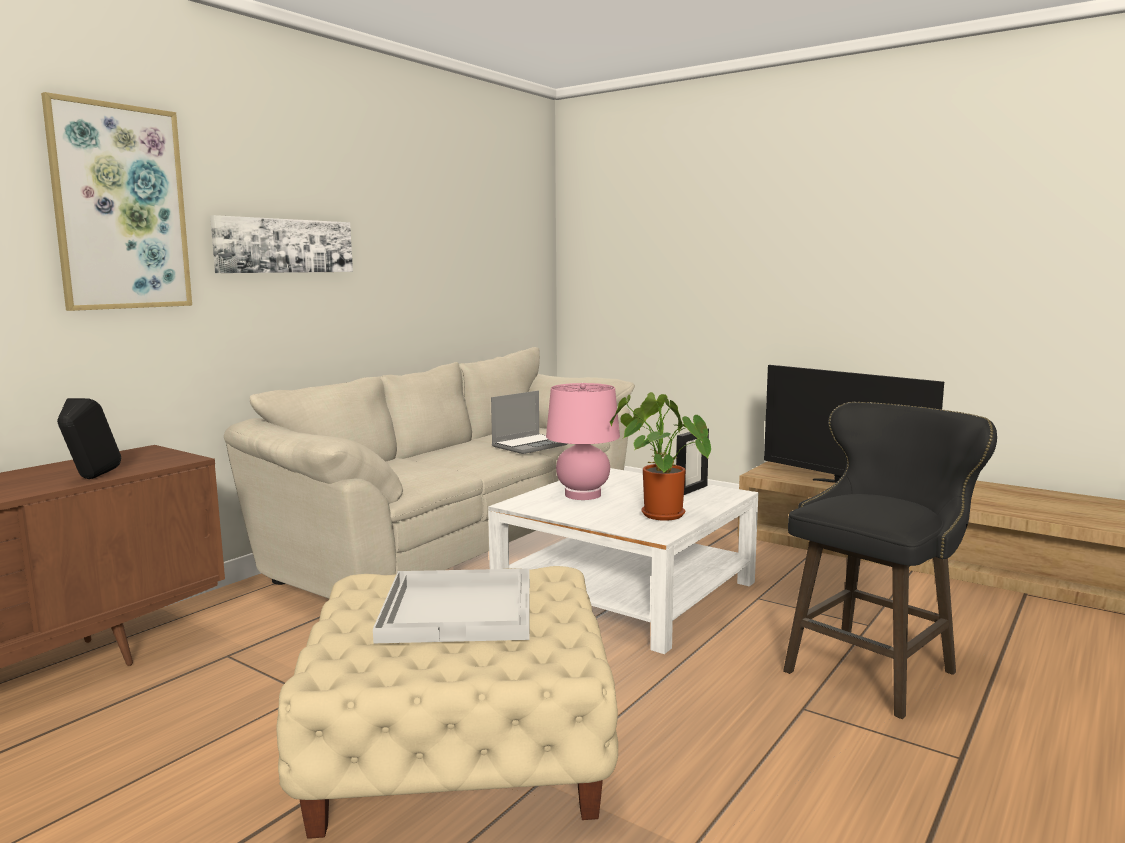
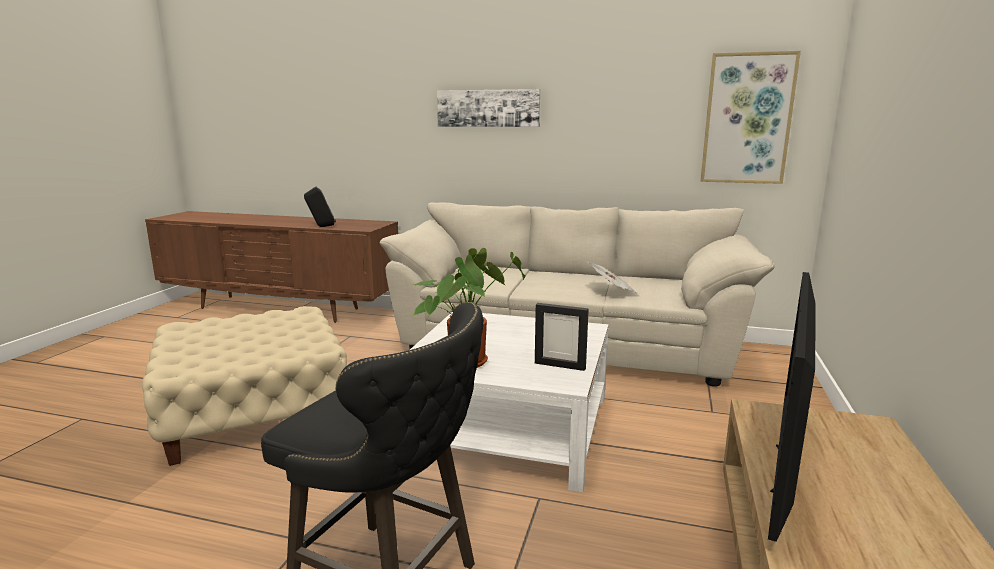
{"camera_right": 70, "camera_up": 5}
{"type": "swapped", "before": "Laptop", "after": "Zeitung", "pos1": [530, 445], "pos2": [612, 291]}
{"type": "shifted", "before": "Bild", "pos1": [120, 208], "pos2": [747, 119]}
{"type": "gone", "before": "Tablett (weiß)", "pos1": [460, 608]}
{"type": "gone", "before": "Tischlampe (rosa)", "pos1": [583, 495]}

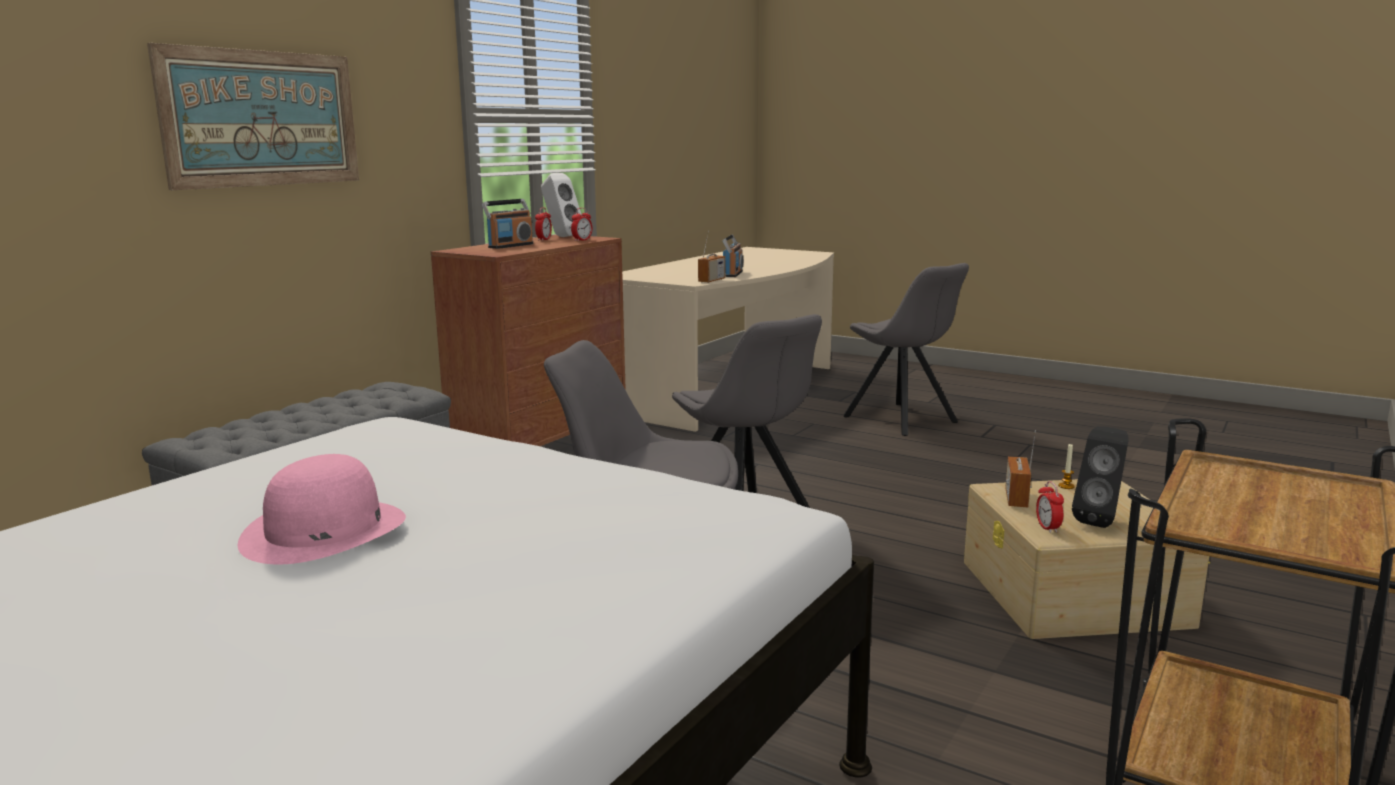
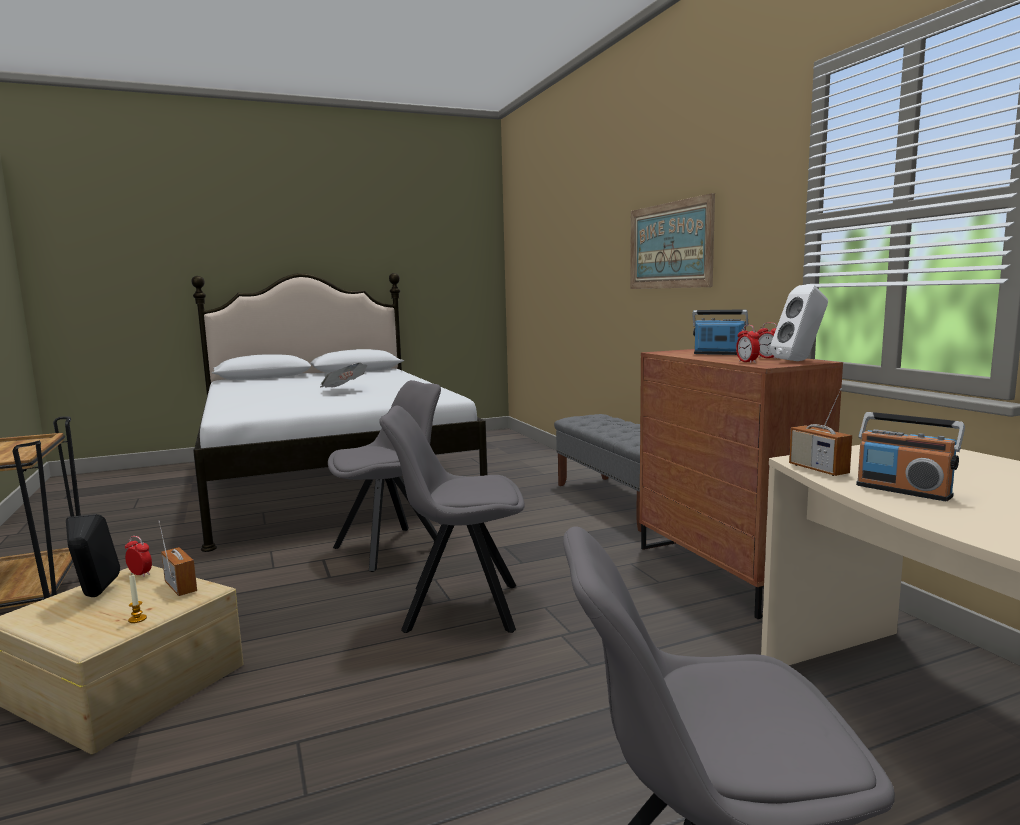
{"camera_right": 125, "camera_up": -5}
{"type": "swapped", "before": "Hut (rosa)", "after": "Zeitung", "pos1": [324, 531], "pos2": [344, 389]}
{"type": "rotated", "before": "Radio", "pos1": [510, 246], "pos2": [719, 354], "turn": 135}

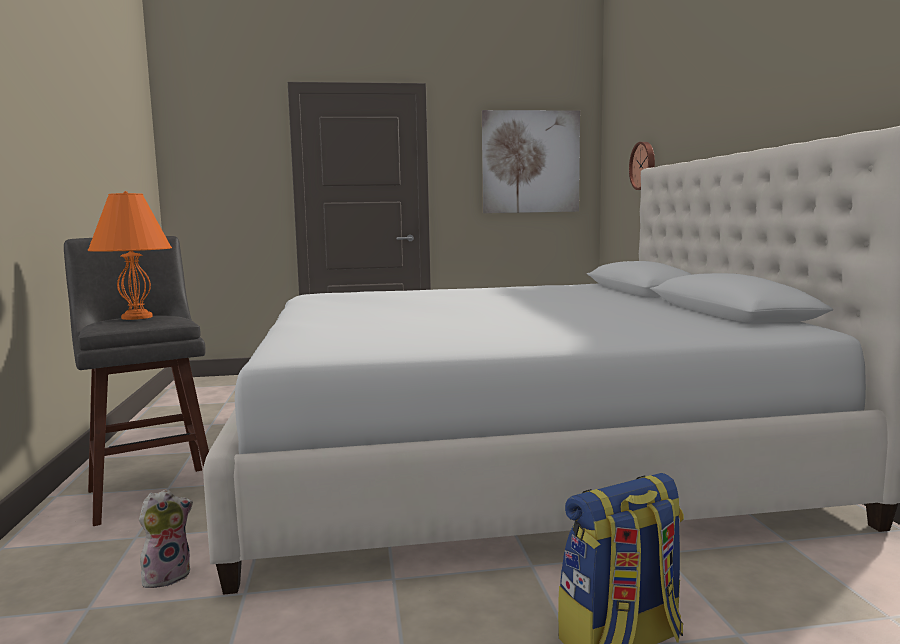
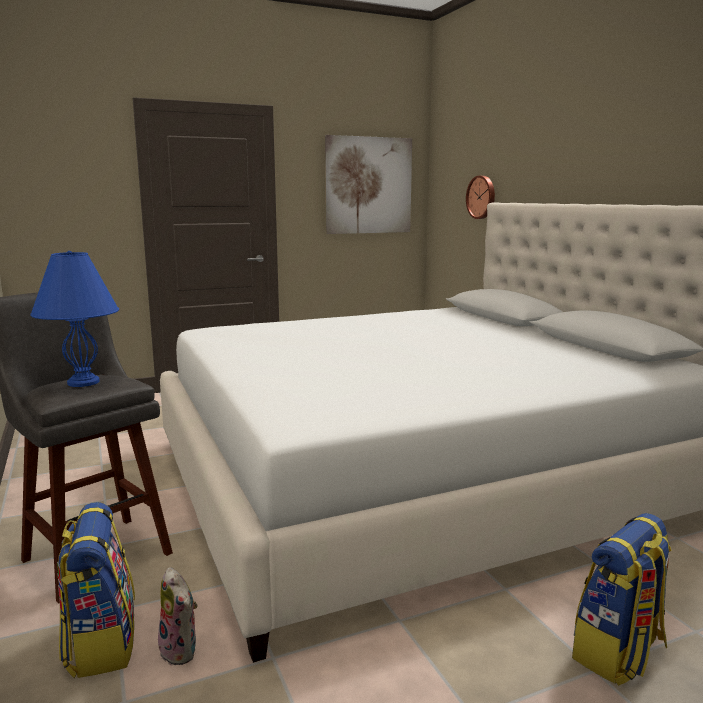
{"camera_right": -15, "camera_up": 5}
{"type": "repainted", "before": "Tischlampe (orange)", "after": "Tischlampe (blau)", "pos1": [137, 317], "pos2": [83, 382]}
{"type": "new", "after": "Rucksack", "pos2": [101, 643]}
{"type": "rotated", "before": "Plüschtier", "pos1": [167, 576], "pos2": [182, 650], "turn": 105}

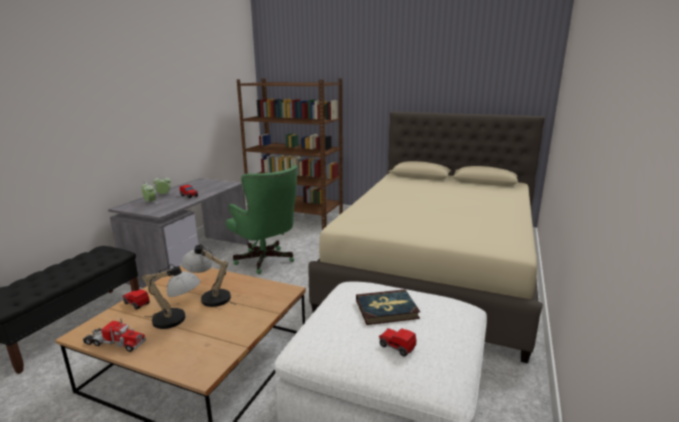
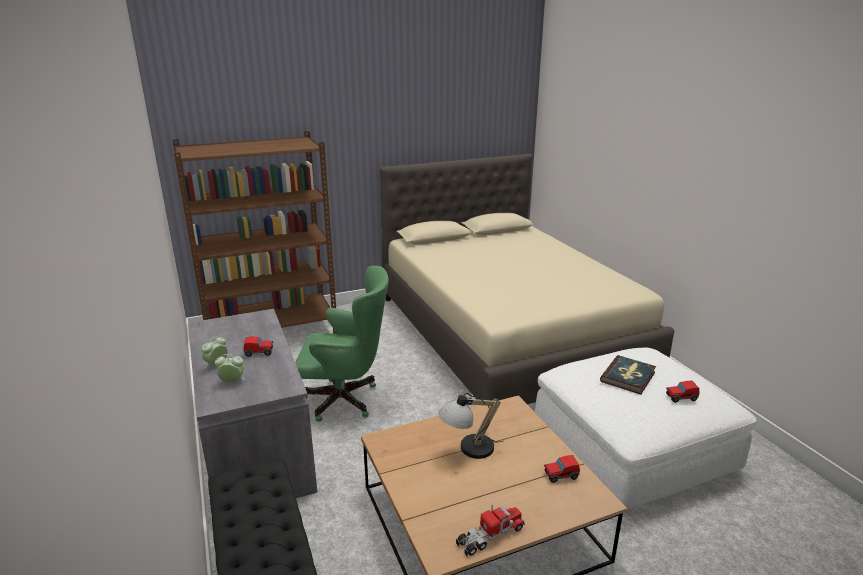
{"camera_right": -45, "camera_up": 5}
{"type": "shifted", "before": "Spielzeugauto", "pos1": [136, 303], "pos2": [560, 475]}
{"type": "gone", "before": "Tischlampe", "pos1": [177, 320]}

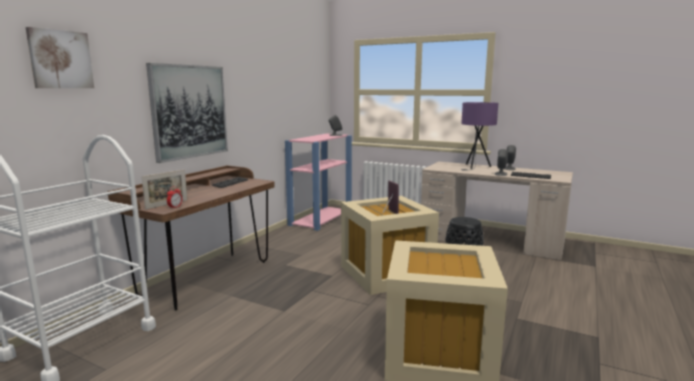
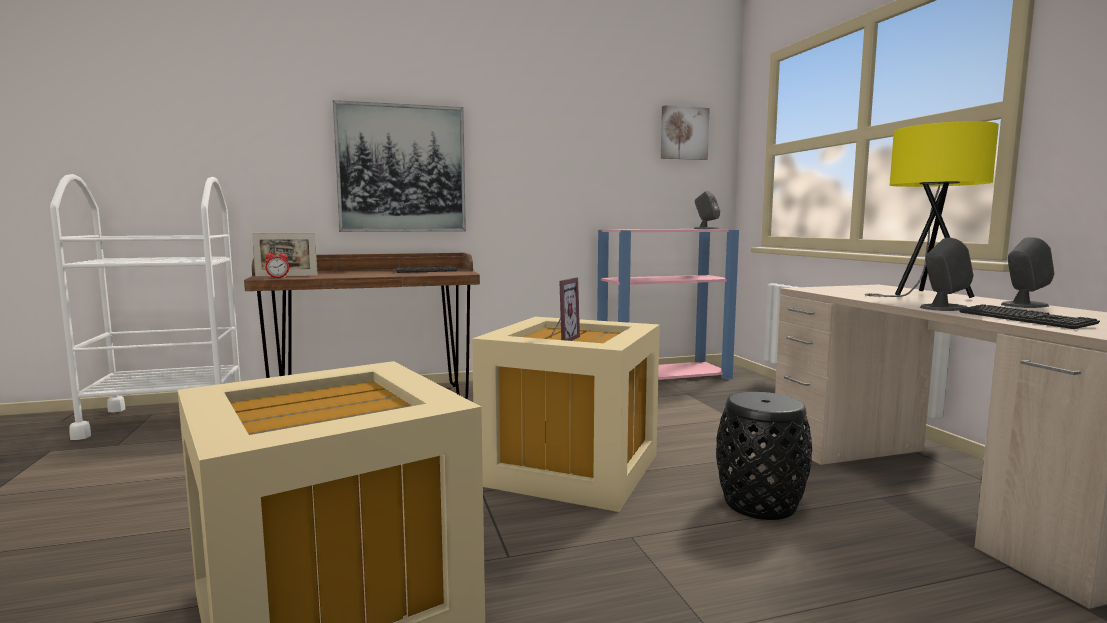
{"camera_right": 45, "camera_up": -5}
{"type": "shifted", "before": "Bild", "pos1": [60, 59], "pos2": [684, 133]}
{"type": "repainted", "before": "Tischlampe (lila)", "after": "Tischlampe (gelb)", "pos1": [475, 167], "pos2": [924, 296]}

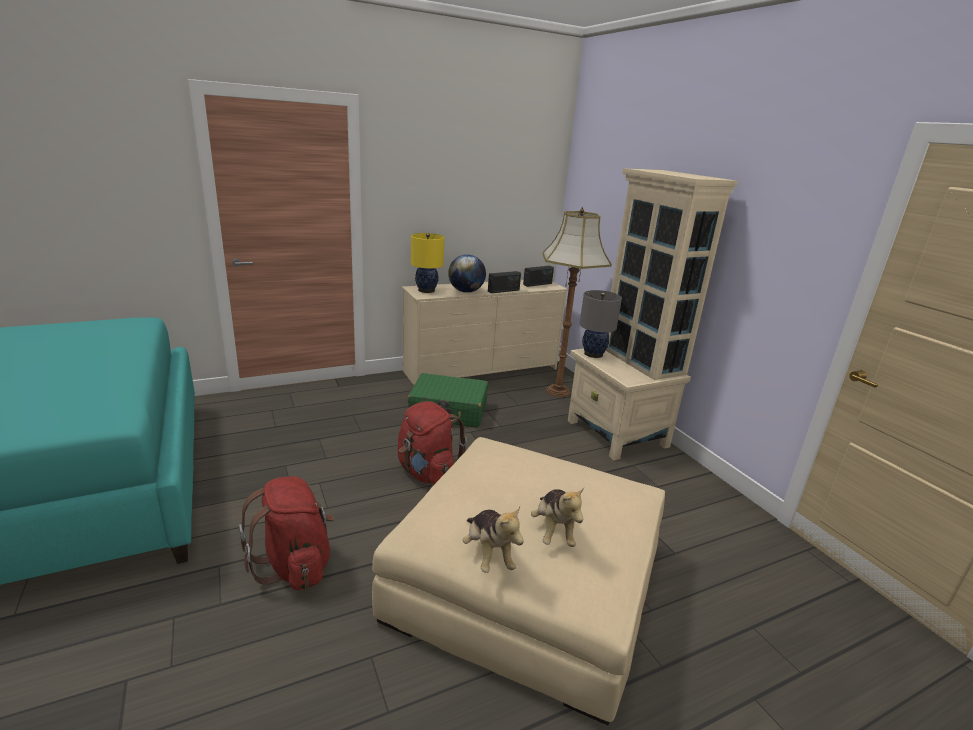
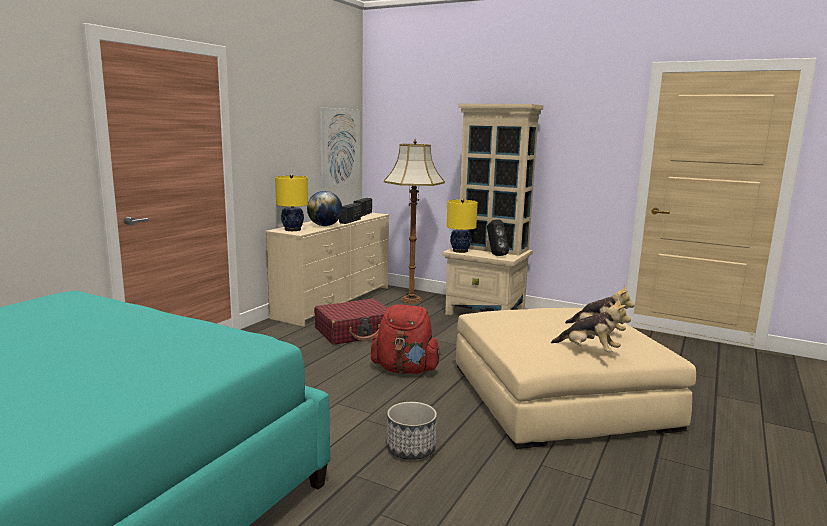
{"camera_right": -35, "camera_up": -10}
{"type": "repainted", "before": "Koffer (grün)", "after": "Koffer (rot)", "pos1": [449, 411], "pos2": [355, 332]}
{"type": "new", "after": "Bild", "pos2": [340, 147]}
{"type": "swapped", "before": "Rucksack (rot)", "after": "Pflanzkübel", "pos1": [295, 564], "pos2": [410, 449]}
{"type": "repainted", "before": "Tischlampe (grau)", "after": "Tischlampe (gelb)", "pos1": [593, 354], "pos2": [460, 251]}
{"type": "new", "after": "Lautsprecher (schwarz)", "pos2": [495, 255]}

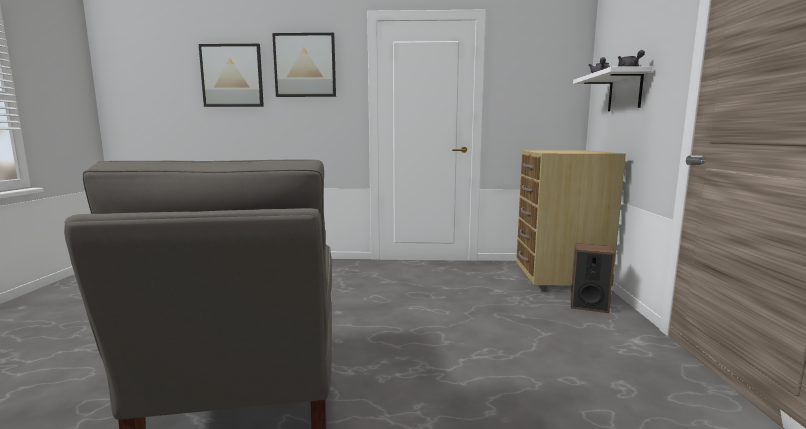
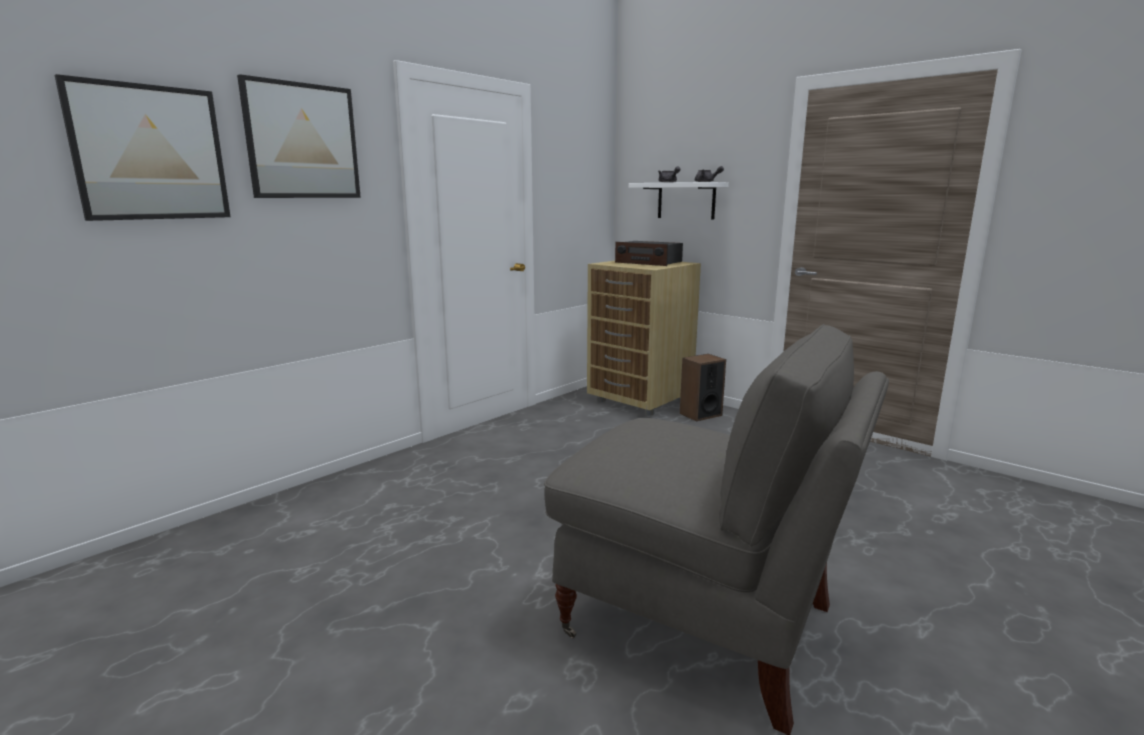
{"camera_right": -50, "camera_up": 5}
{"type": "new", "after": "Radio", "pos2": [648, 262]}

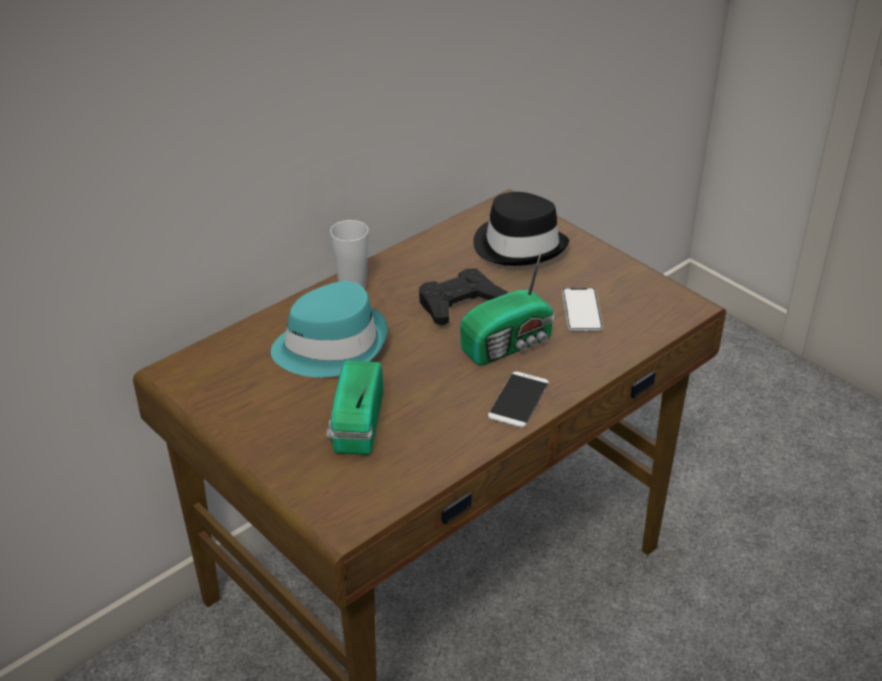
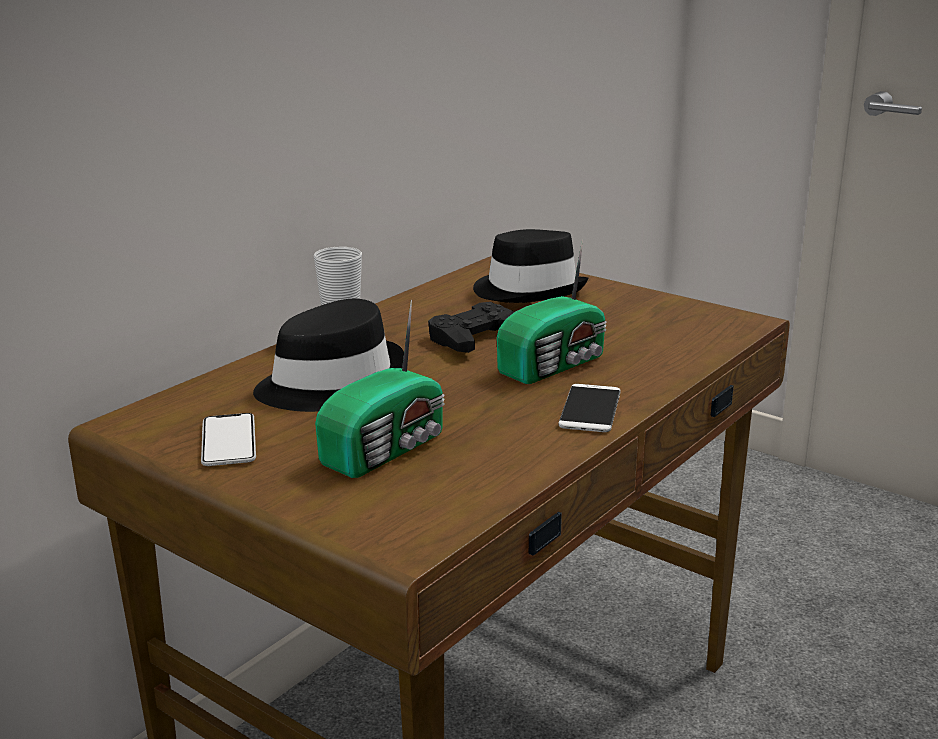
{"camera_right": -10, "camera_up": -15}
{"type": "shifted", "before": "Handy", "pos1": [581, 311], "pos2": [228, 441]}
{"type": "repainted", "before": "Hut (türkis)", "after": "Hut (schwarz)", "pos1": [331, 345], "pos2": [331, 383]}
{"type": "rotated", "before": "Radio", "pos1": [355, 425], "pos2": [388, 449], "turn": -135}

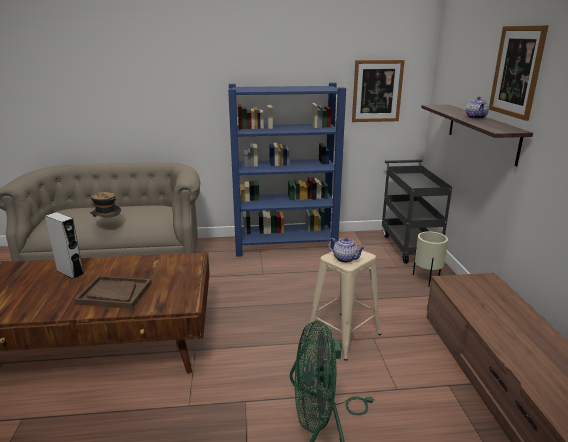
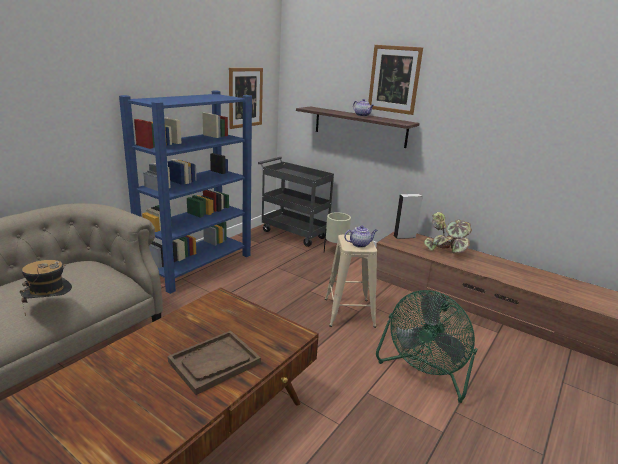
{"camera_right": -50, "camera_up": 0}
{"type": "shifted", "before": "Lautsprecher (grau)", "pos1": [70, 272], "pos2": [404, 236]}
{"type": "new", "after": "Topfpflanze", "pos2": [446, 250]}

